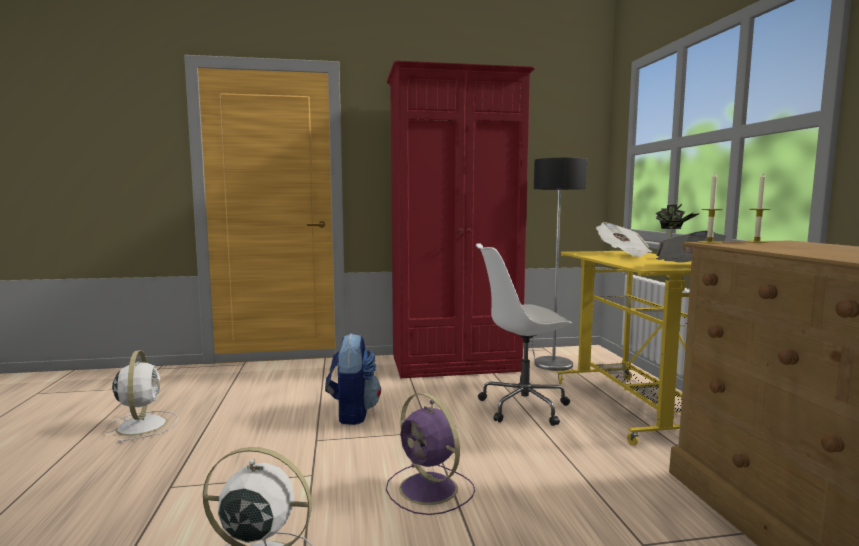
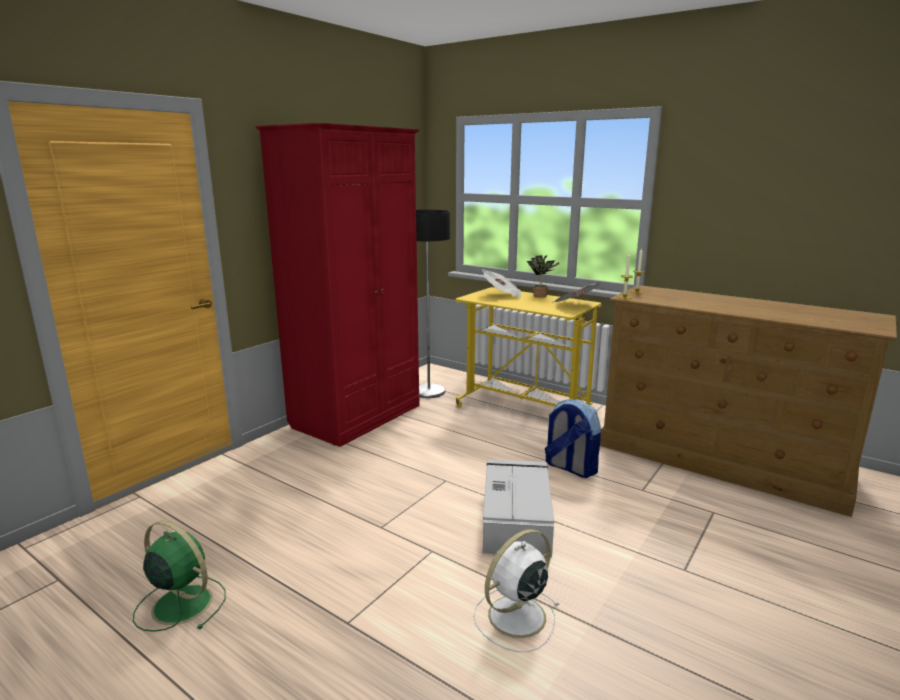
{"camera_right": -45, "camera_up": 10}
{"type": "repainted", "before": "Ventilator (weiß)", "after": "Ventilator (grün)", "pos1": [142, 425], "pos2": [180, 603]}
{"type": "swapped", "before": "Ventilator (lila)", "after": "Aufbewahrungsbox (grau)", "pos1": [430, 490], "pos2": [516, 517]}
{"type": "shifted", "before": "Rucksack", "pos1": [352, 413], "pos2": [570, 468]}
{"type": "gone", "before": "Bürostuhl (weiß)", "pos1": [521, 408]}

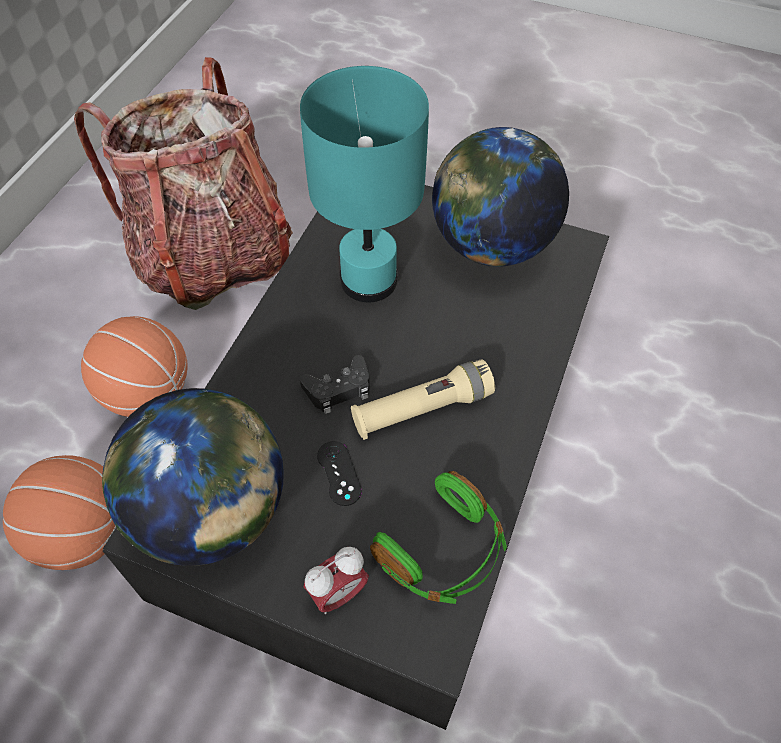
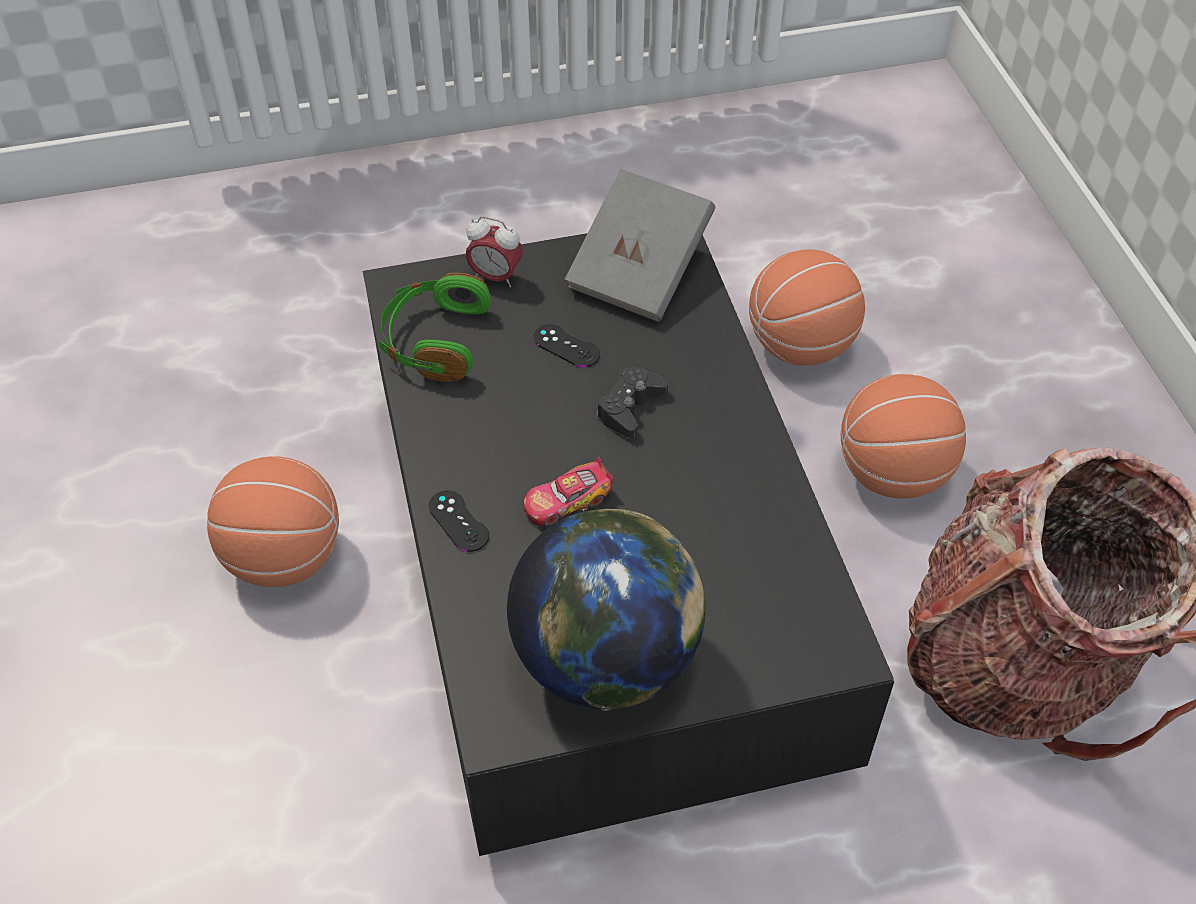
{"camera_right": 145, "camera_up": -5}
{"type": "new", "after": "Basketball", "pos2": [283, 557]}
{"type": "new", "after": "Gamepad (schwarz)", "pos2": [458, 521]}
{"type": "rotated", "before": "Wecker", "pos1": [338, 593], "pos2": [495, 277], "turn": -90}
{"type": "new", "after": "Spielzeugauto", "pos2": [566, 501]}
{"type": "swapped", "before": "Globus", "after": "Buch (grau)", "pos1": [212, 512], "pos2": [640, 271]}
{"type": "gone", "before": "Tischlampe (türkis)", "pos1": [368, 281]}
{"type": "gone", "before": "Taschenlampe (beige)", "pos1": [422, 409]}

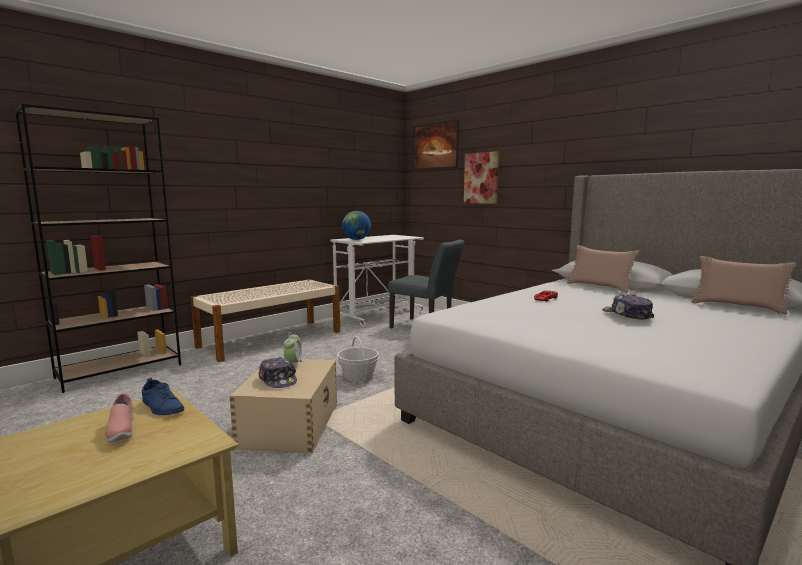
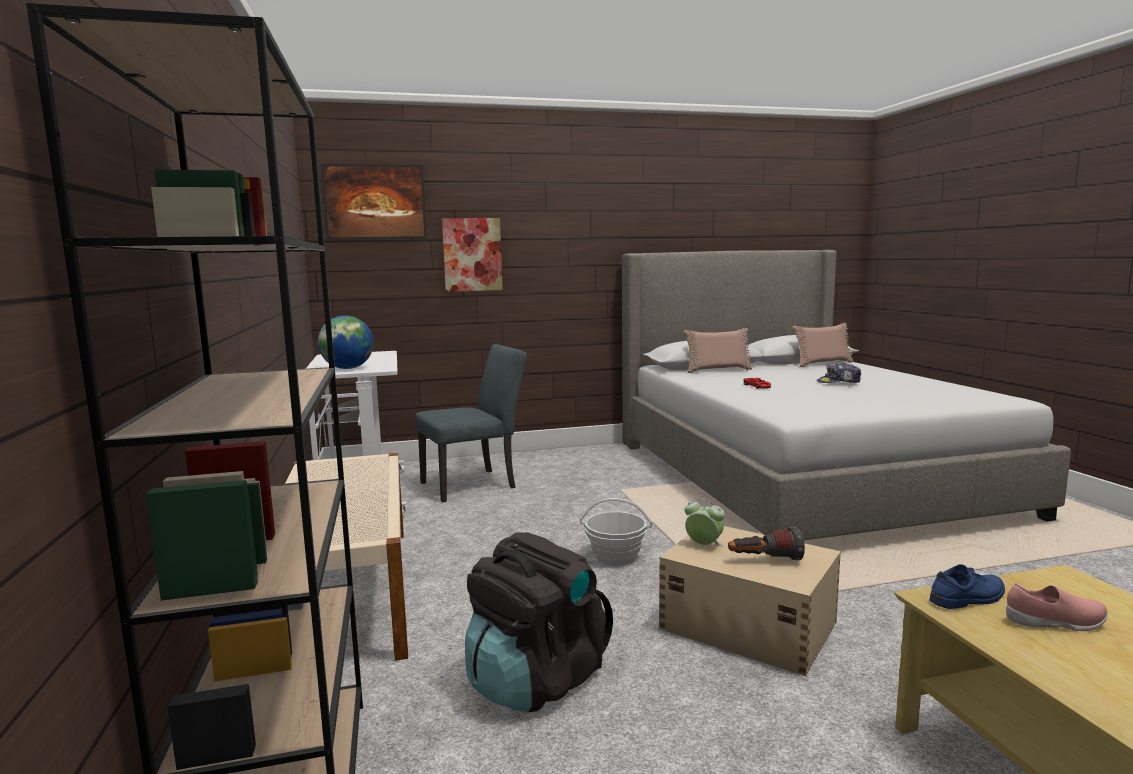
{"camera_right": -60, "camera_up": 0}
{"type": "new", "after": "Rucksack (schwarz)", "pos2": [536, 679]}
{"type": "swapped", "before": "Kappe", "after": "Taschenlampe", "pos1": [278, 380], "pos2": [764, 560]}

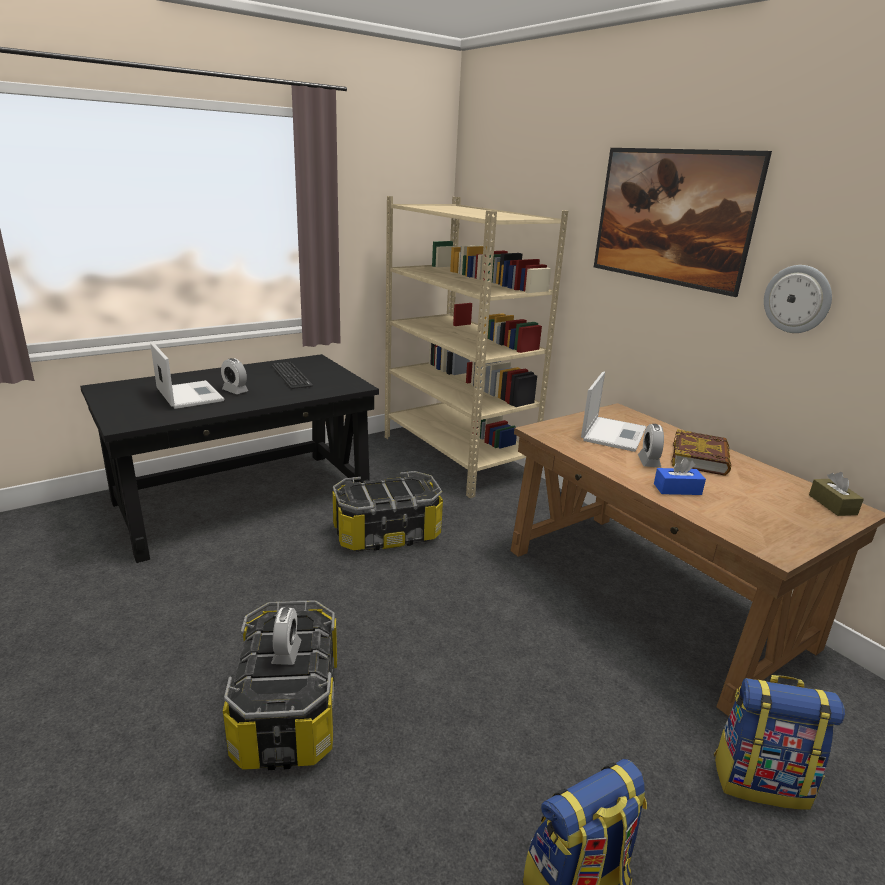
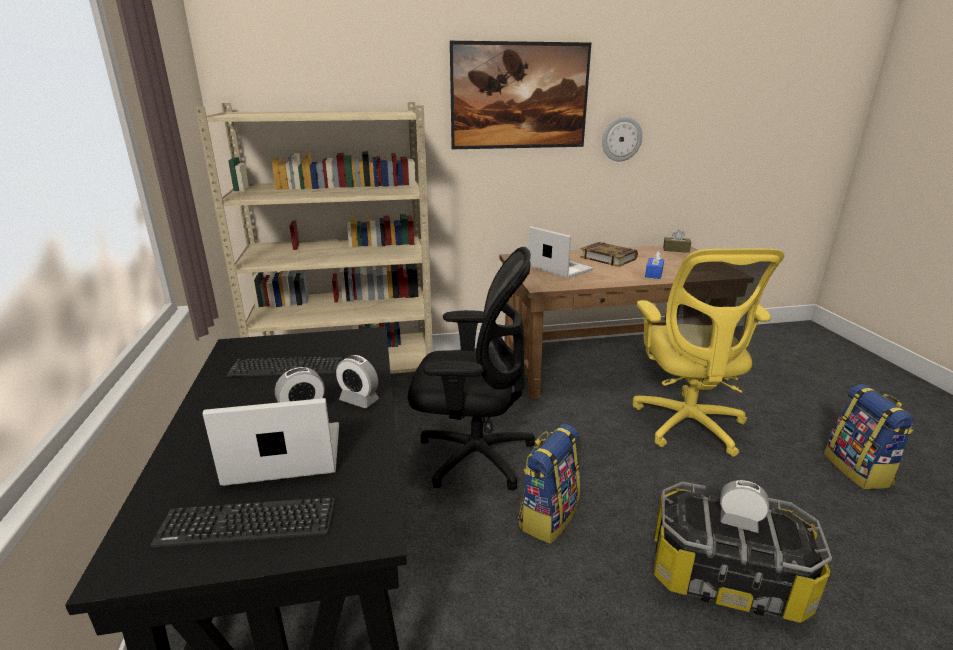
{"camera_right": -65, "camera_up": 0}
{"type": "new", "after": "Tastatur", "pos2": [248, 523]}
{"type": "shifted", "before": "Wecker", "pos1": [649, 462], "pos2": [359, 400]}
{"type": "swapped", "before": "Aufbewahrungsbox", "after": "Bürostuhl (schwarz)", "pos1": [387, 534], "pos2": [469, 457]}
{"type": "shifted", "before": "Rucksack", "pos1": [760, 780], "pos2": [547, 516]}
{"type": "new", "after": "Bürostuhl (gelb)", "pos2": [684, 420]}

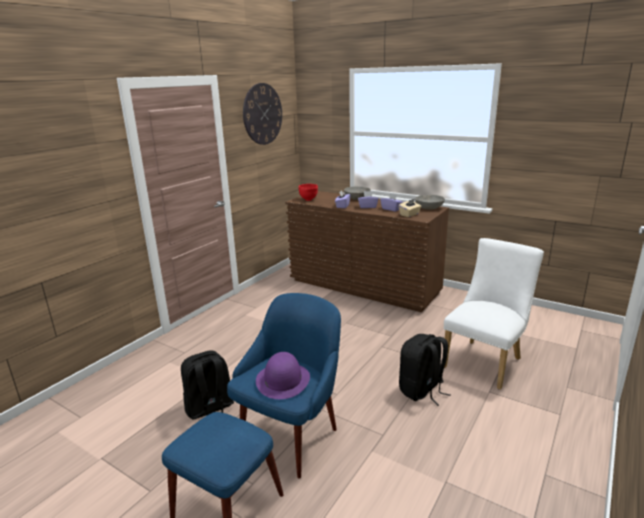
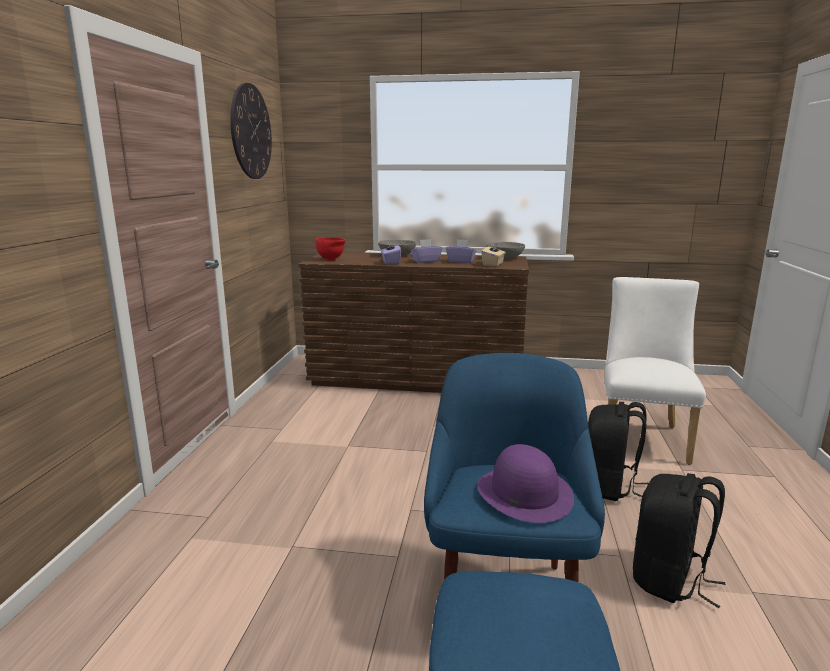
{"camera_right": -25, "camera_up": -5}
{"type": "shifted", "before": "Rucksack (schwarz)", "pos1": [210, 410], "pos2": [670, 580]}

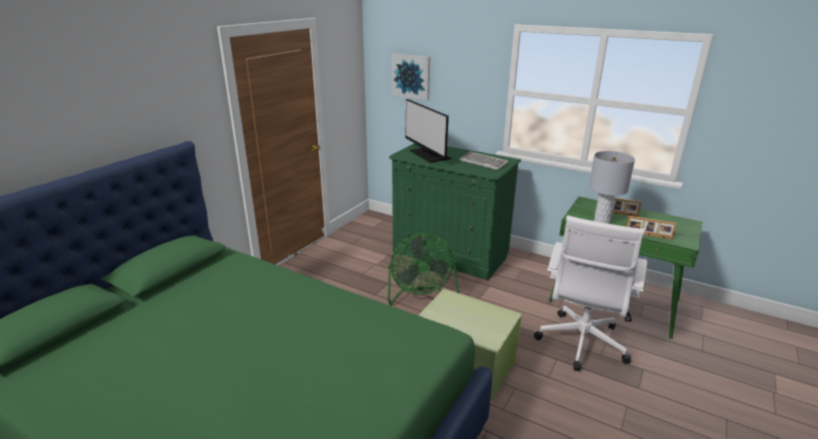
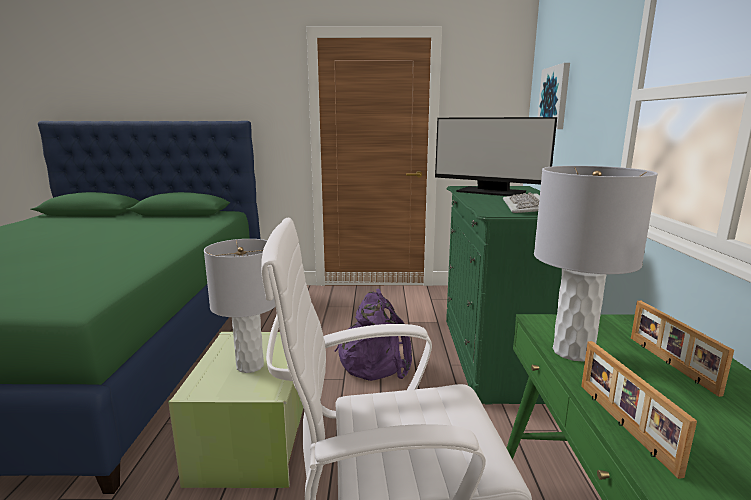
{"camera_right": 60, "camera_up": -10}
{"type": "new", "after": "Tischlampe (grau)", "pos2": [249, 366]}
{"type": "swapped", "before": "Ventilator (grün)", "after": "Rucksack (lila)", "pos1": [418, 295], "pos2": [375, 362]}
{"type": "rotated", "before": "Monitor", "pos1": [429, 155], "pos2": [490, 192], "turn": -90}

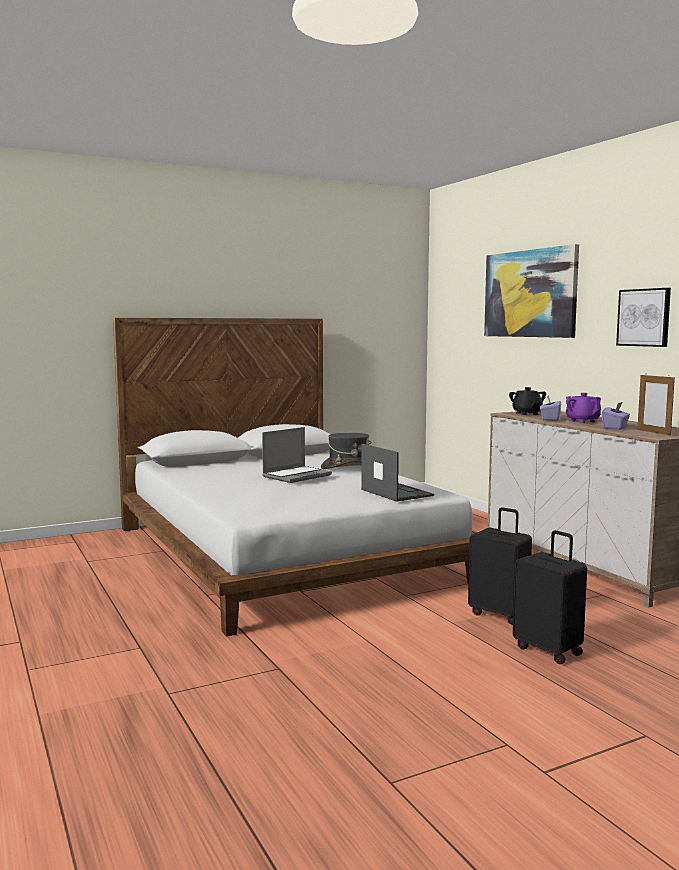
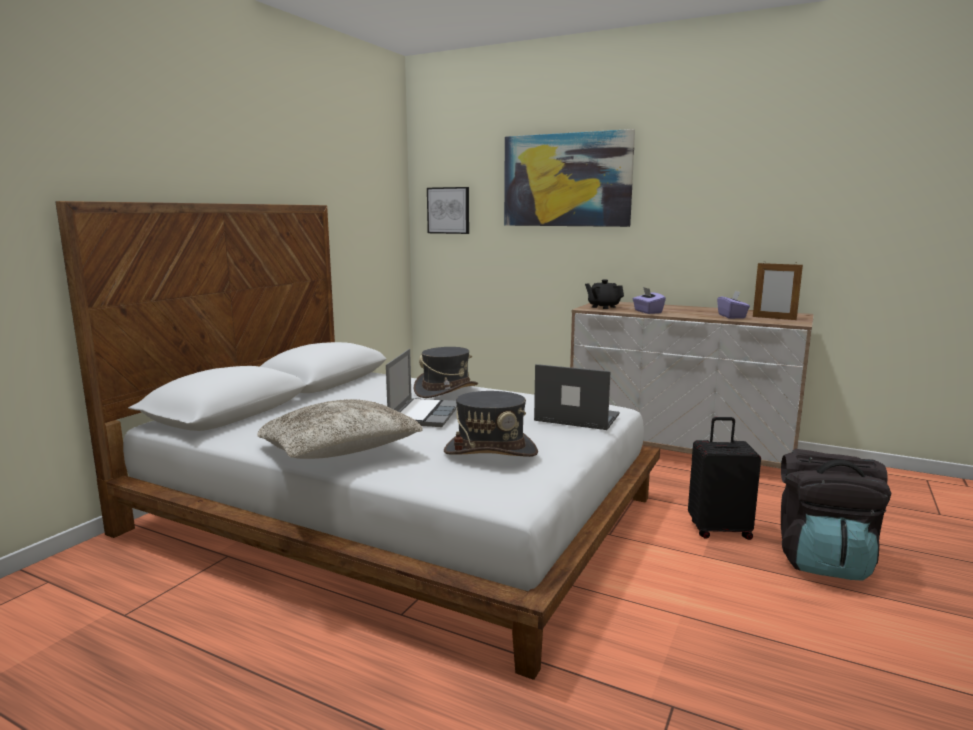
{"camera_right": -35, "camera_up": 5}
{"type": "new", "after": "Kissen (beige)", "pos2": [338, 452]}
{"type": "shifted", "before": "Bild", "pos1": [644, 317], "pos2": [448, 210]}
{"type": "new", "after": "Hut (grau)", "pos2": [490, 451]}
{"type": "swapped", "before": "Koffer (schwarz)", "after": "Rucksack (schwarz)", "pos1": [549, 650], "pos2": [823, 560]}
{"type": "gone", "before": "Teekanne (lila)", "pos1": [582, 421]}

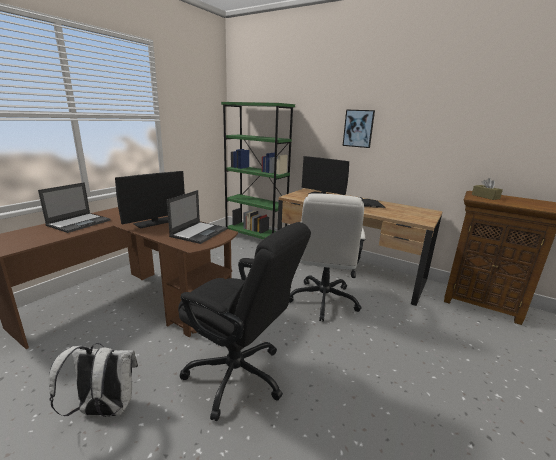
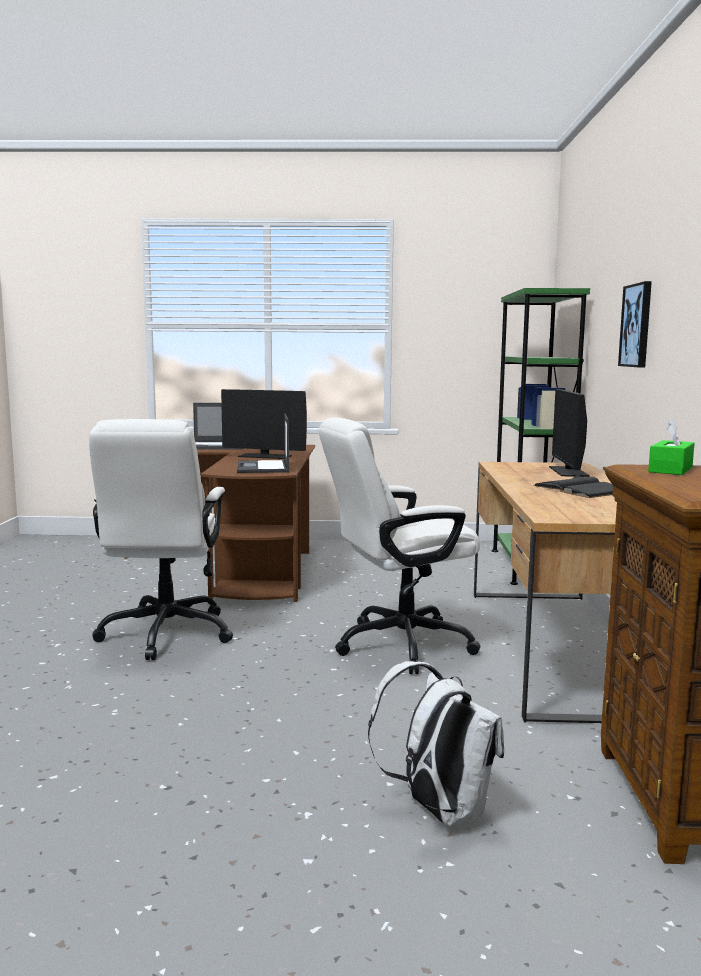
{"camera_right": 60, "camera_up": -10}
{"type": "repainted", "before": "Bürostuhl (schwarz)", "after": "Bürostuhl (weiß)", "pos1": [240, 378], "pos2": [165, 637]}
{"type": "rotated", "before": "Laptop", "pos1": [199, 232], "pos2": [263, 467], "turn": 90}
{"type": "shifted", "before": "Rucksack (weiß)", "pos1": [104, 410], "pos2": [438, 810]}
{"type": "repainted", "before": "Taschentuchbox (braun)", "after": "Taschentuchbox (grün)", "pos1": [485, 196], "pos2": [670, 469]}

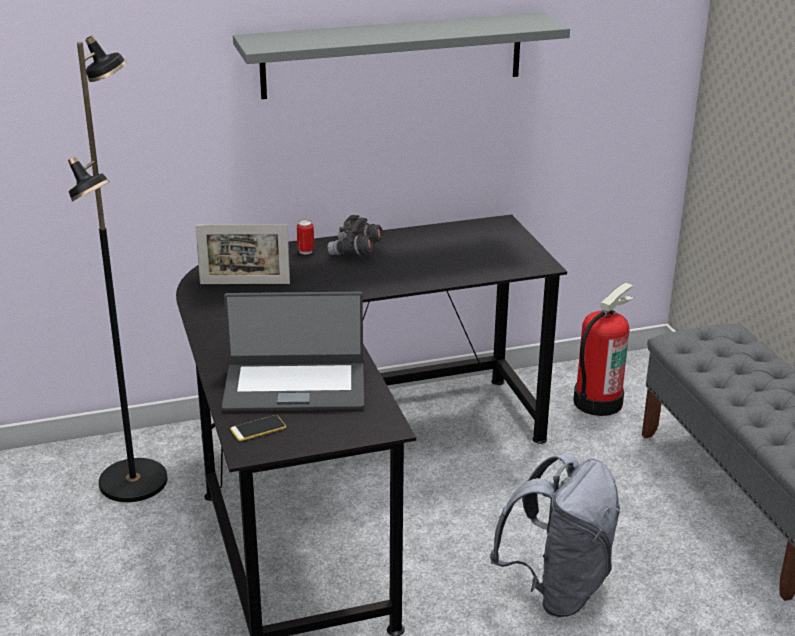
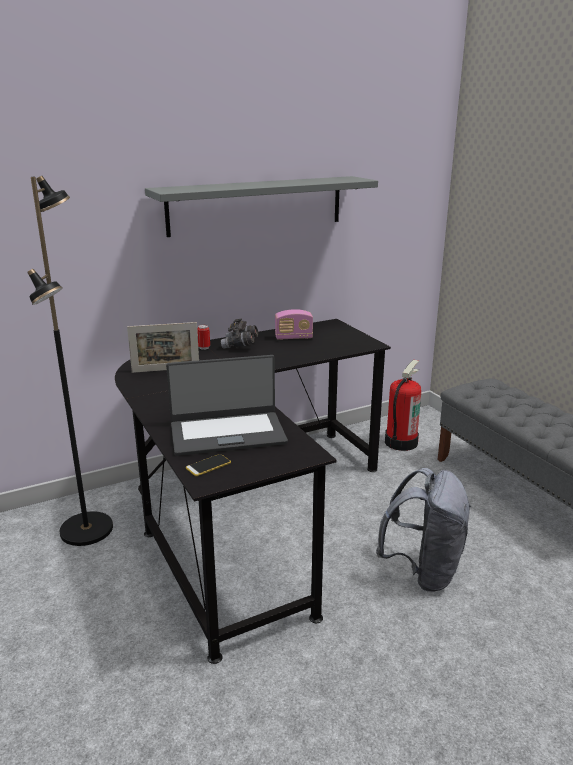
{"camera_right": -10, "camera_up": -5}
{"type": "new", "after": "Radio", "pos2": [293, 338]}

